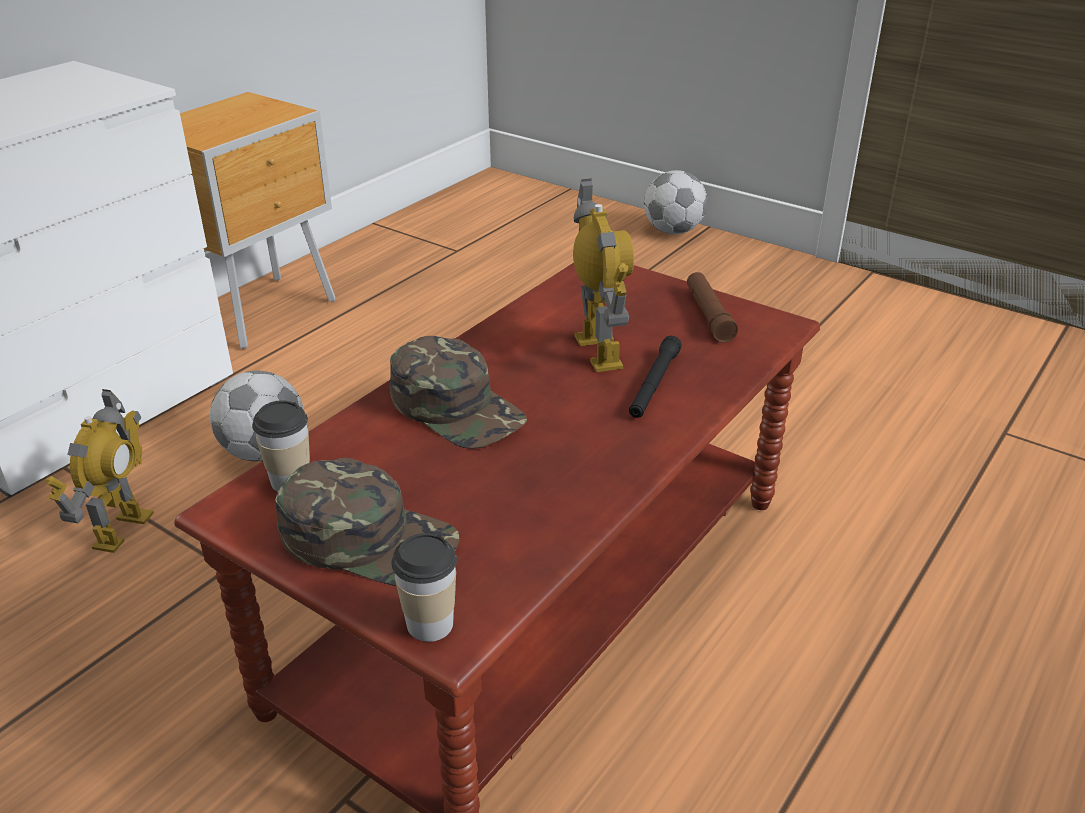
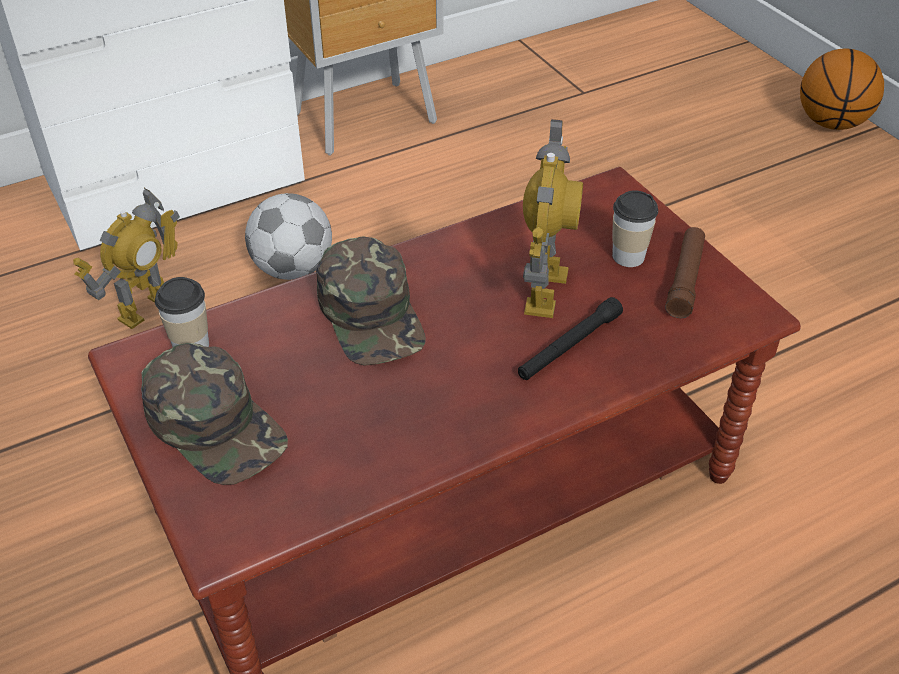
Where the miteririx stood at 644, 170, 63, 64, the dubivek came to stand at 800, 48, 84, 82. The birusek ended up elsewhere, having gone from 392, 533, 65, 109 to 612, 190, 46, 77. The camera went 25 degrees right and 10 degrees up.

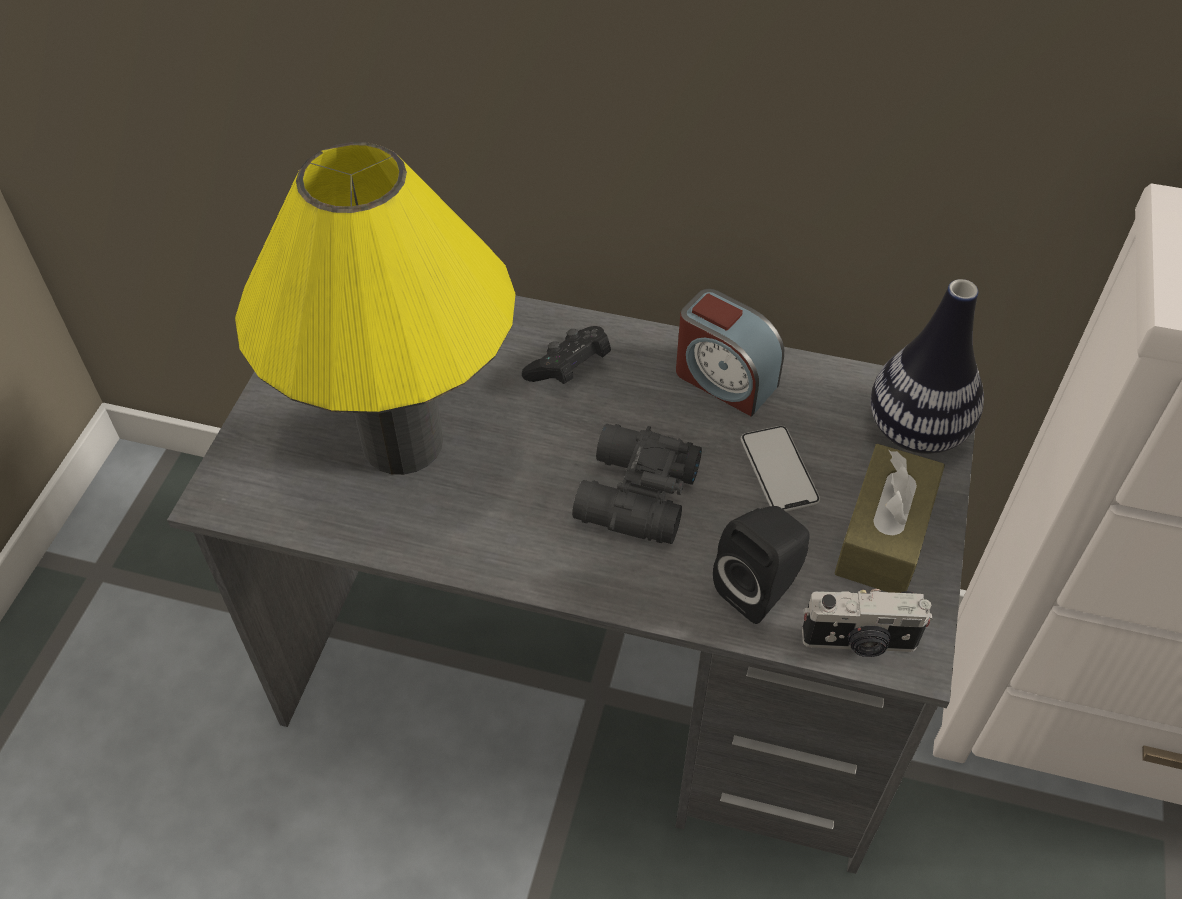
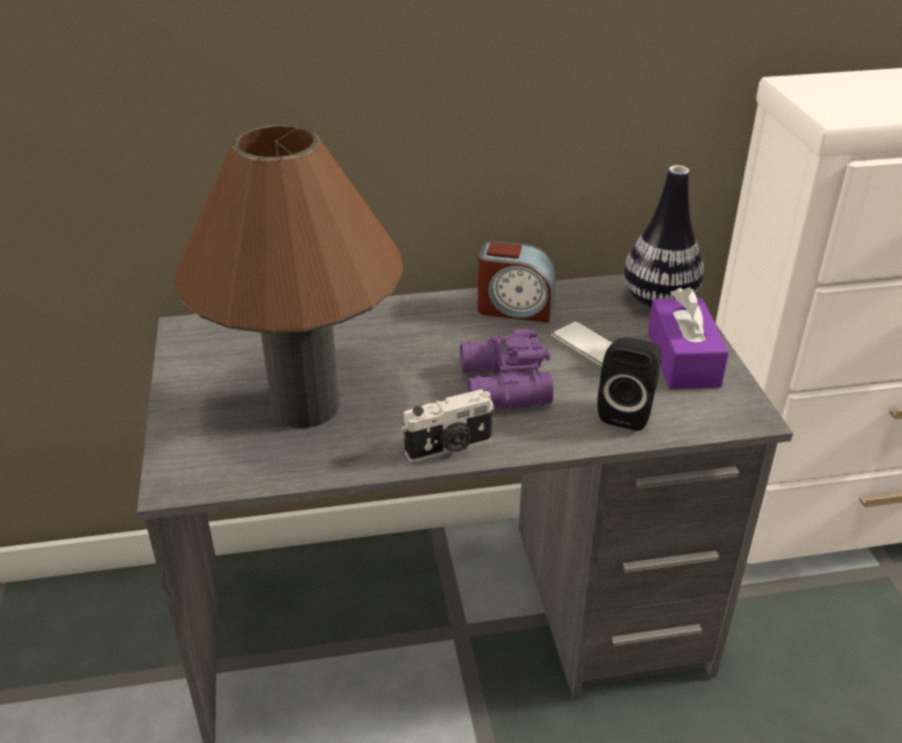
What was the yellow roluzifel at 235, 142, 281, 333 turned into the brown roluzifel at 174, 125, 229, 303. The second view lost the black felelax at 522, 326, 89, 58. What was the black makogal at 572, 424, 130, 120 turned into the purple makogal at 460, 329, 93, 80. What was the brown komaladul at 834, 444, 111, 149 turned into the purple komaladul at 648, 287, 81, 102. The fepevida ended up elsewhere, having gone from 802, 589, 131, 68 to 401, 389, 94, 73. The camera went 25 degrees left and 15 degrees down.

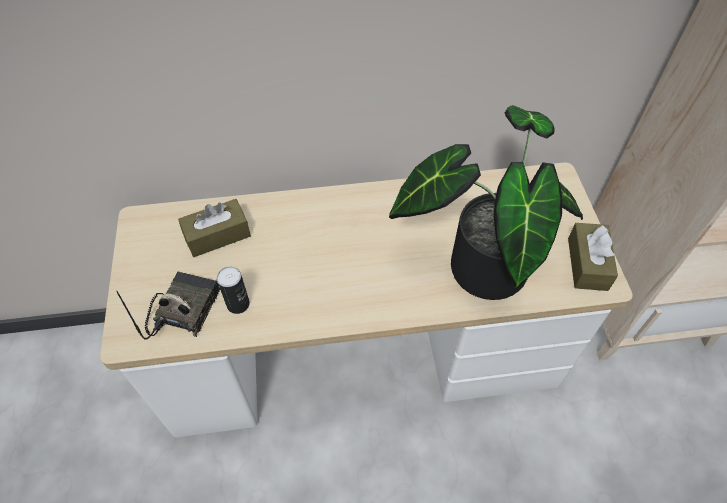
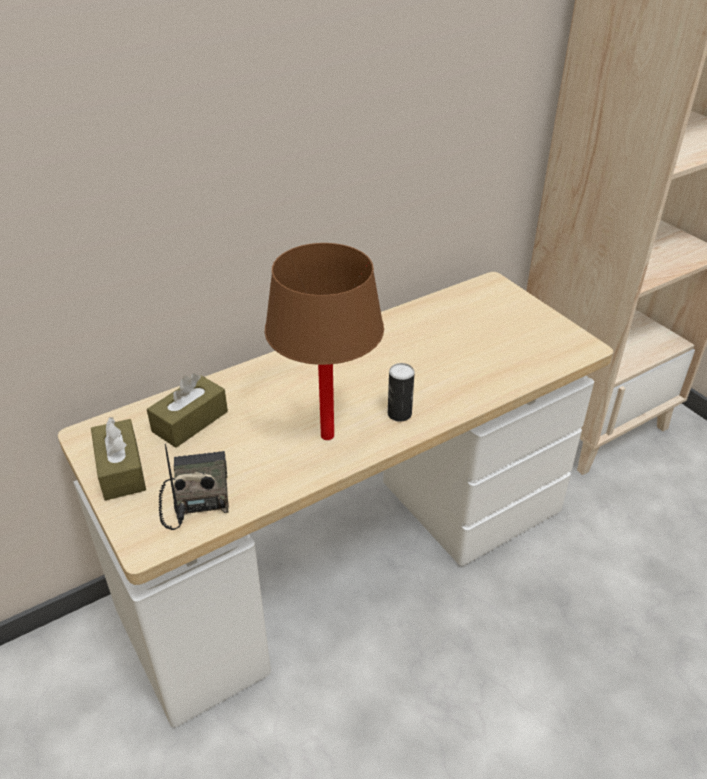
The second view lost the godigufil at 389, 105, 194, 195. The brown komaladul ended up elsewhere, having gone from 568, 223, 50, 68 to 91, 417, 55, 83. The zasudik ended up elsewhere, having gone from 217, 266, 33, 48 to 388, 363, 27, 59. The second view gained the brown roluzifel at 265, 243, 119, 197. The camera went 25 degrees left and 15 degrees down.

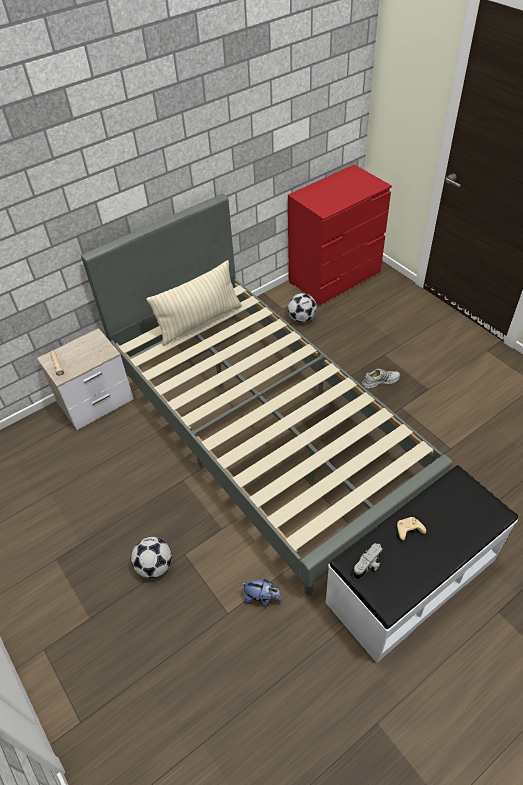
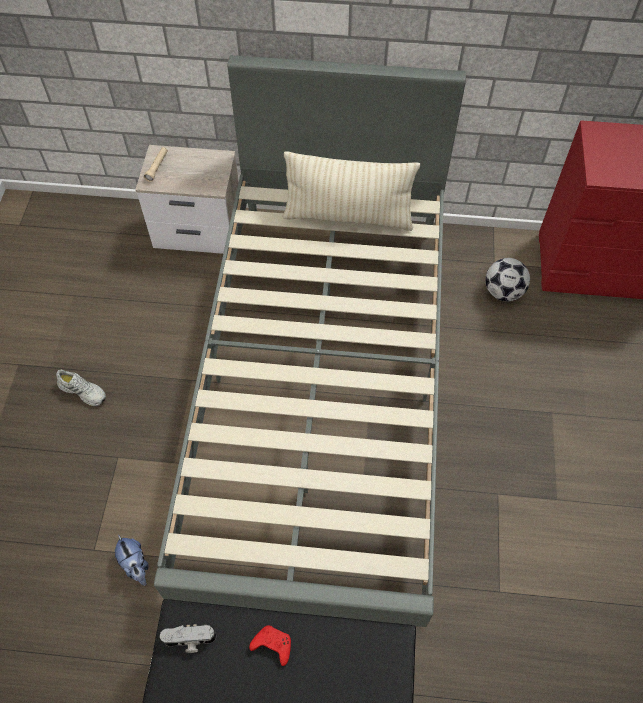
The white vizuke ended up elsewhere, having gone from 362, 369, 38, 20 to 56, 370, 50, 36. What was the beige felelax at 397, 517, 29, 23 turned into the red felelax at 249, 625, 42, 41. The second view lost the miteririx at 131, 537, 41, 41. The camera went 40 degrees right and 10 degrees up.

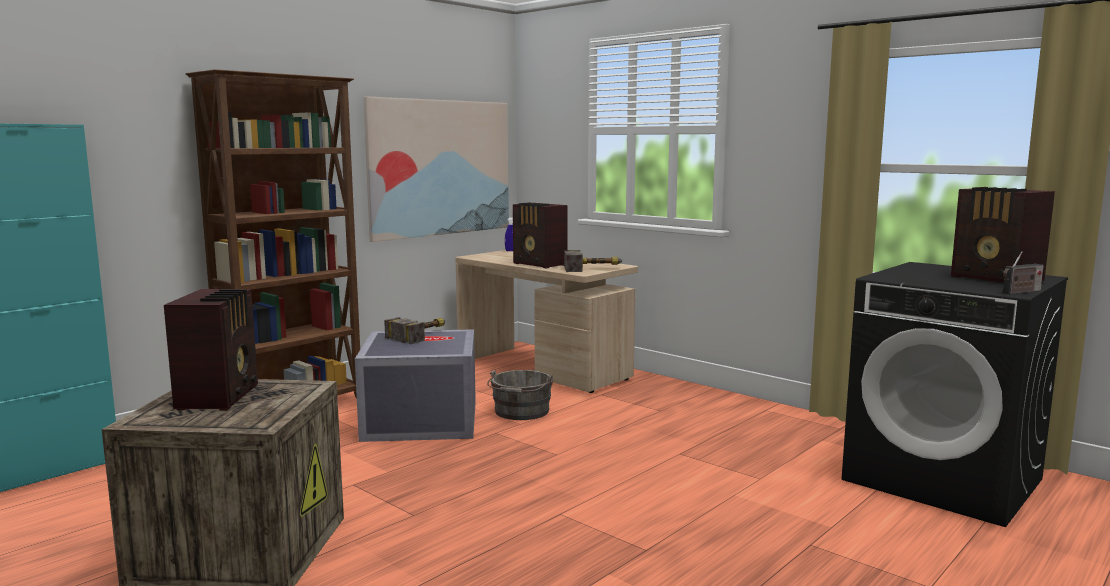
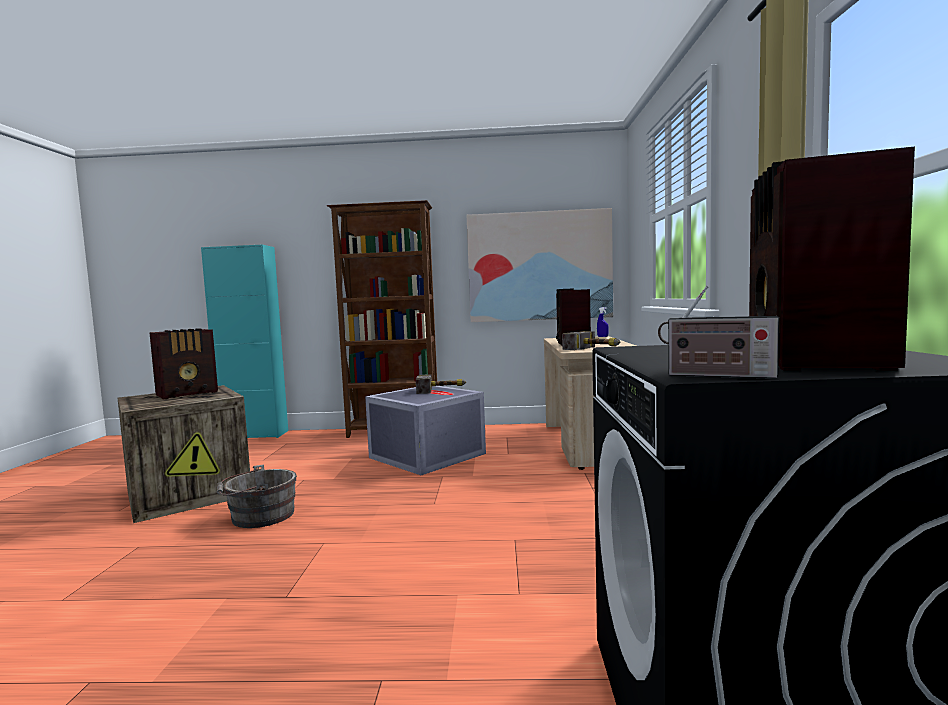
The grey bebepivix ended up elsewhere, having gone from 487, 370, 66, 50 to 217, 464, 80, 64. The camera went 50 degrees right and 5 degrees down.

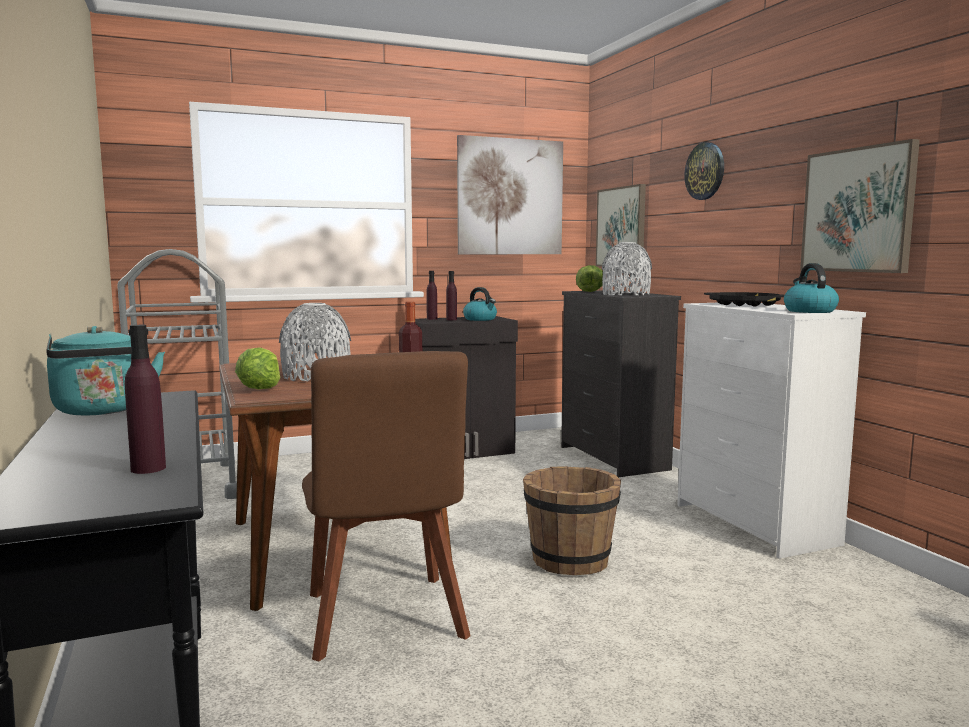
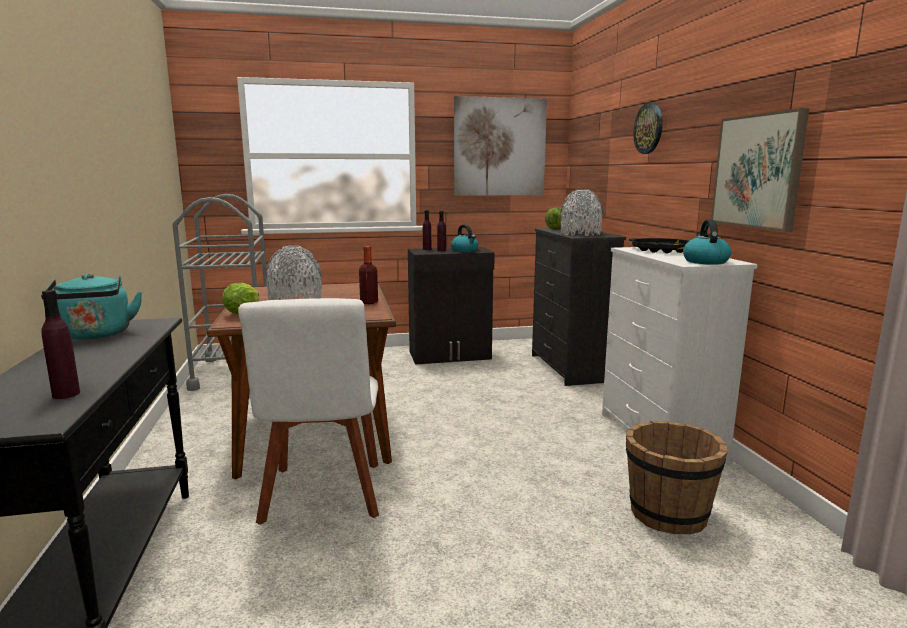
The second view lost the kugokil at 596, 184, 50, 82. What was the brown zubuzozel at 302, 351, 169, 311 turned into the white zubuzozel at 238, 298, 141, 227. The brown bebepivix ended up elsewhere, having gone from 523, 466, 98, 109 to 626, 421, 101, 114. The camera went 10 degrees right and 5 degrees up.

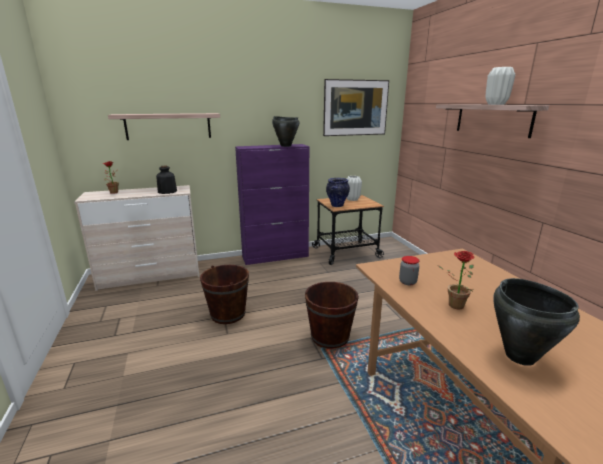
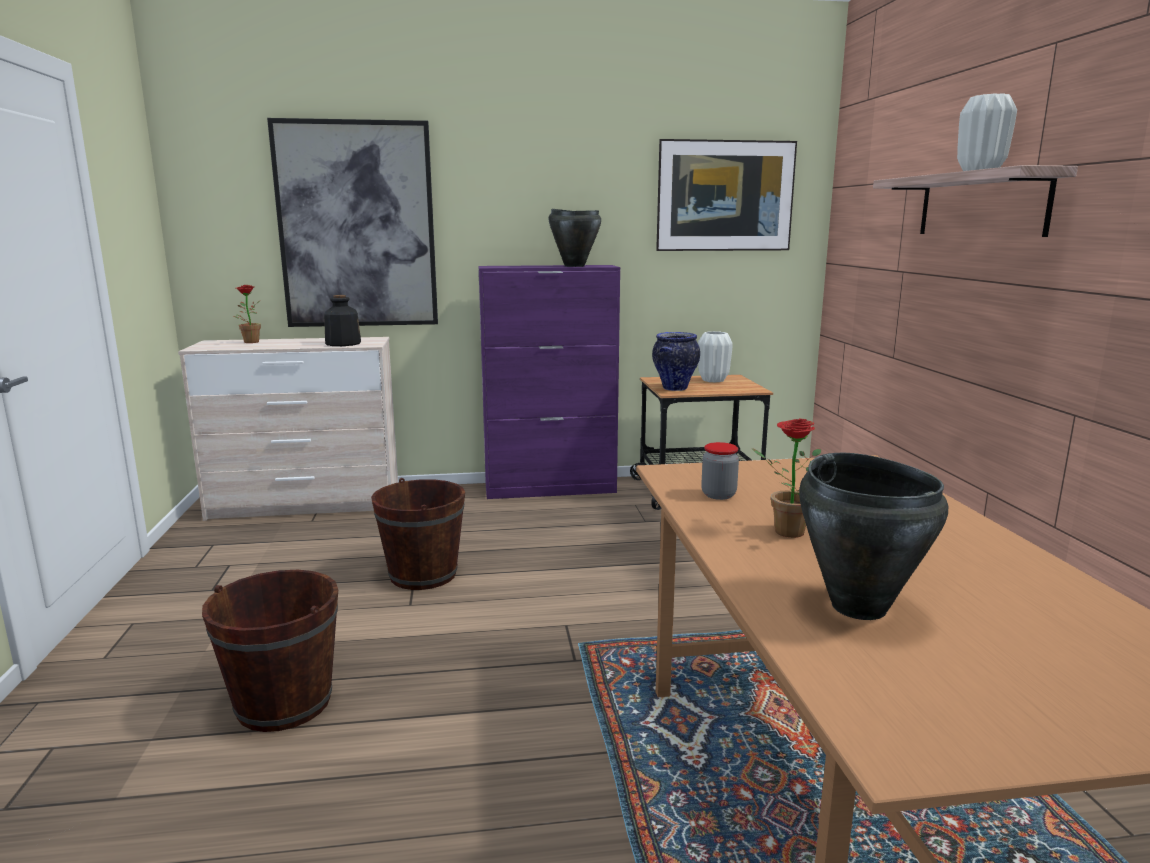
Where the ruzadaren hung at 108, 113, 112, 27, the kugokil came to hang at 267, 118, 171, 209. The brown bebepivix ended up elsewhere, having gone from 305, 282, 54, 66 to 202, 570, 136, 162. The camera went 10 degrees right and 5 degrees down.

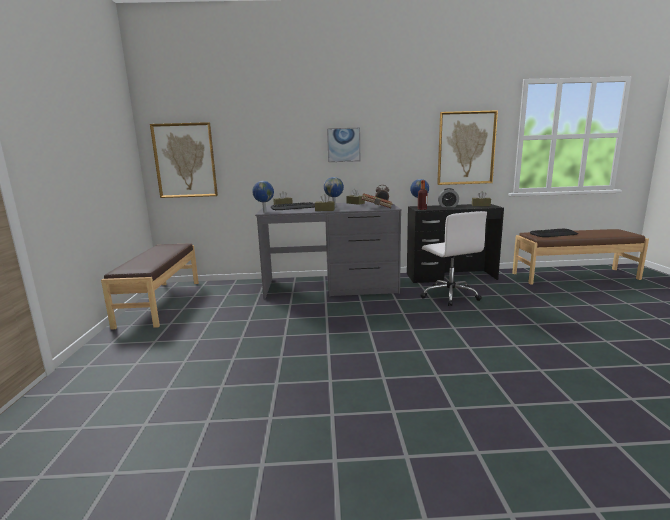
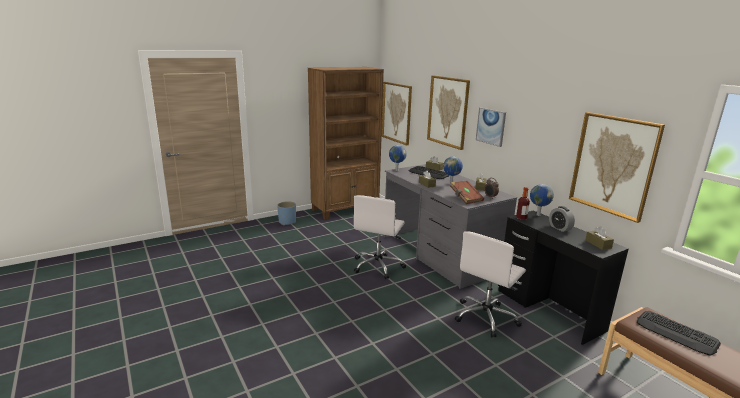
Where the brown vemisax stood at 101, 244, 98, 85, the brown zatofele came to stand at 308, 67, 76, 153. The second view gained the kugokil at 427, 76, 43, 74. The second view gained the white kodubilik at 354, 195, 52, 84. The second view gained the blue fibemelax at 277, 201, 19, 24. The camera went 60 degrees right and 5 degrees up.

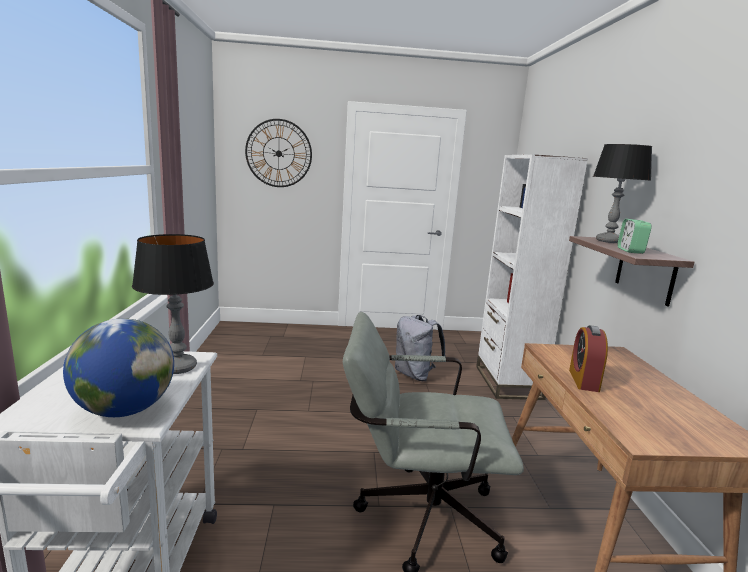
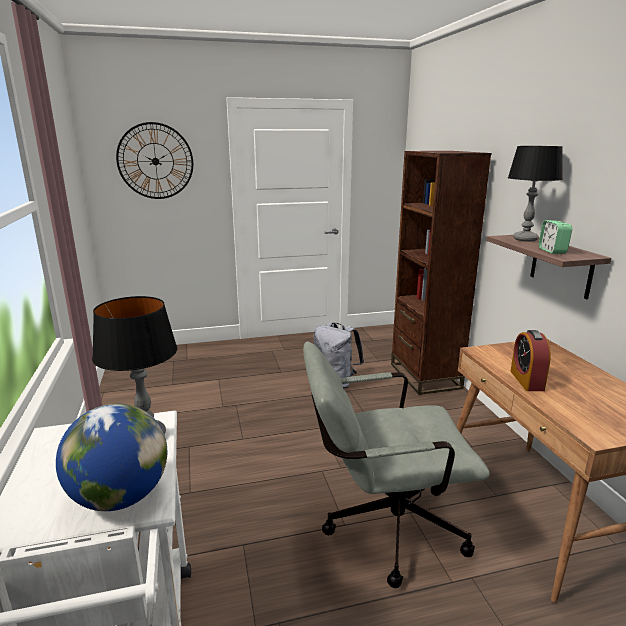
What was the white zatofele at 476, 154, 112, 246 turned into the brown zatofele at 391, 151, 101, 244. The camera went 10 degrees left and 5 degrees up.

